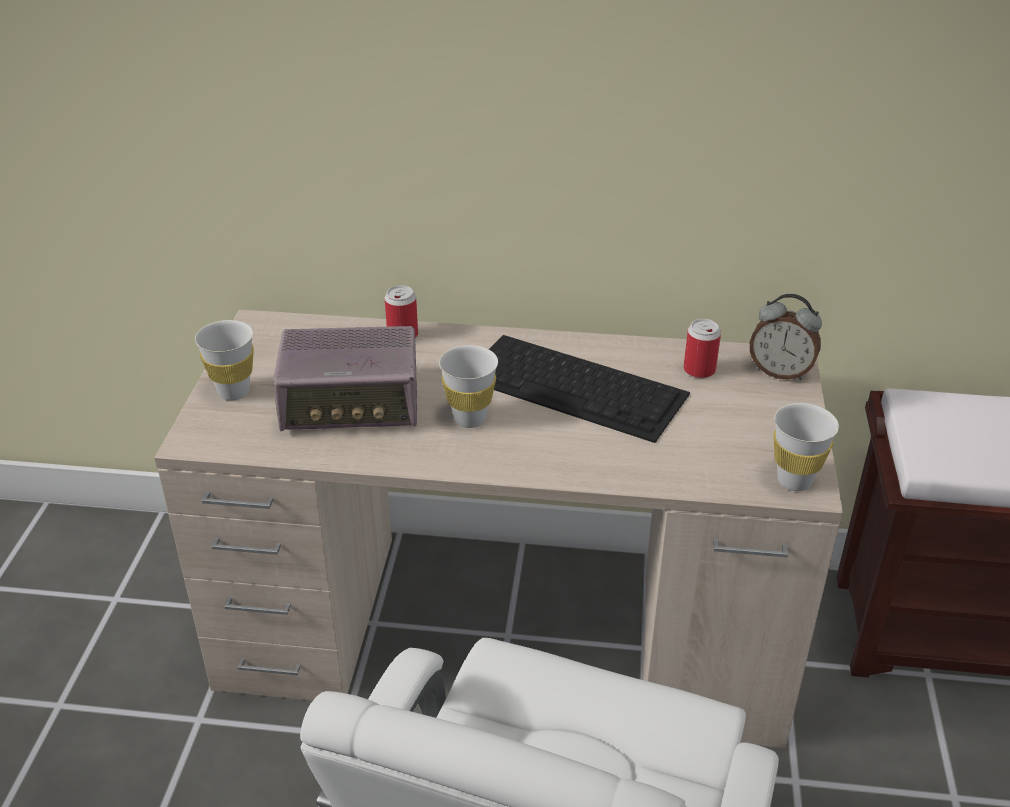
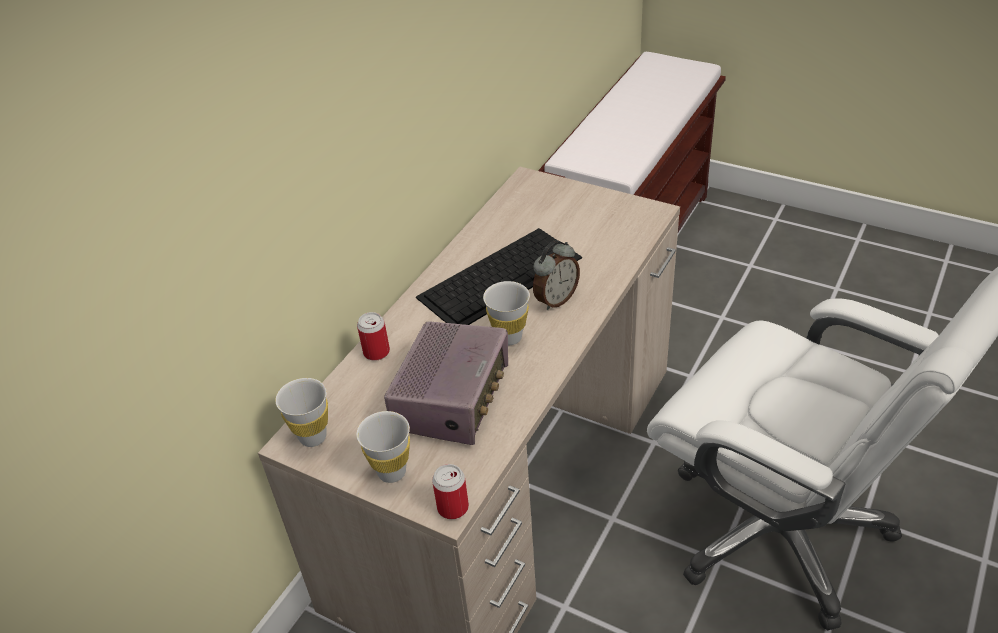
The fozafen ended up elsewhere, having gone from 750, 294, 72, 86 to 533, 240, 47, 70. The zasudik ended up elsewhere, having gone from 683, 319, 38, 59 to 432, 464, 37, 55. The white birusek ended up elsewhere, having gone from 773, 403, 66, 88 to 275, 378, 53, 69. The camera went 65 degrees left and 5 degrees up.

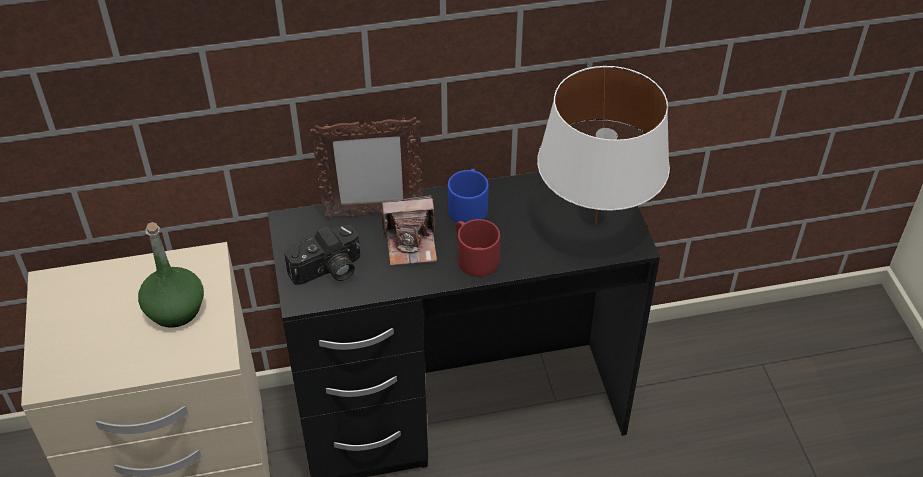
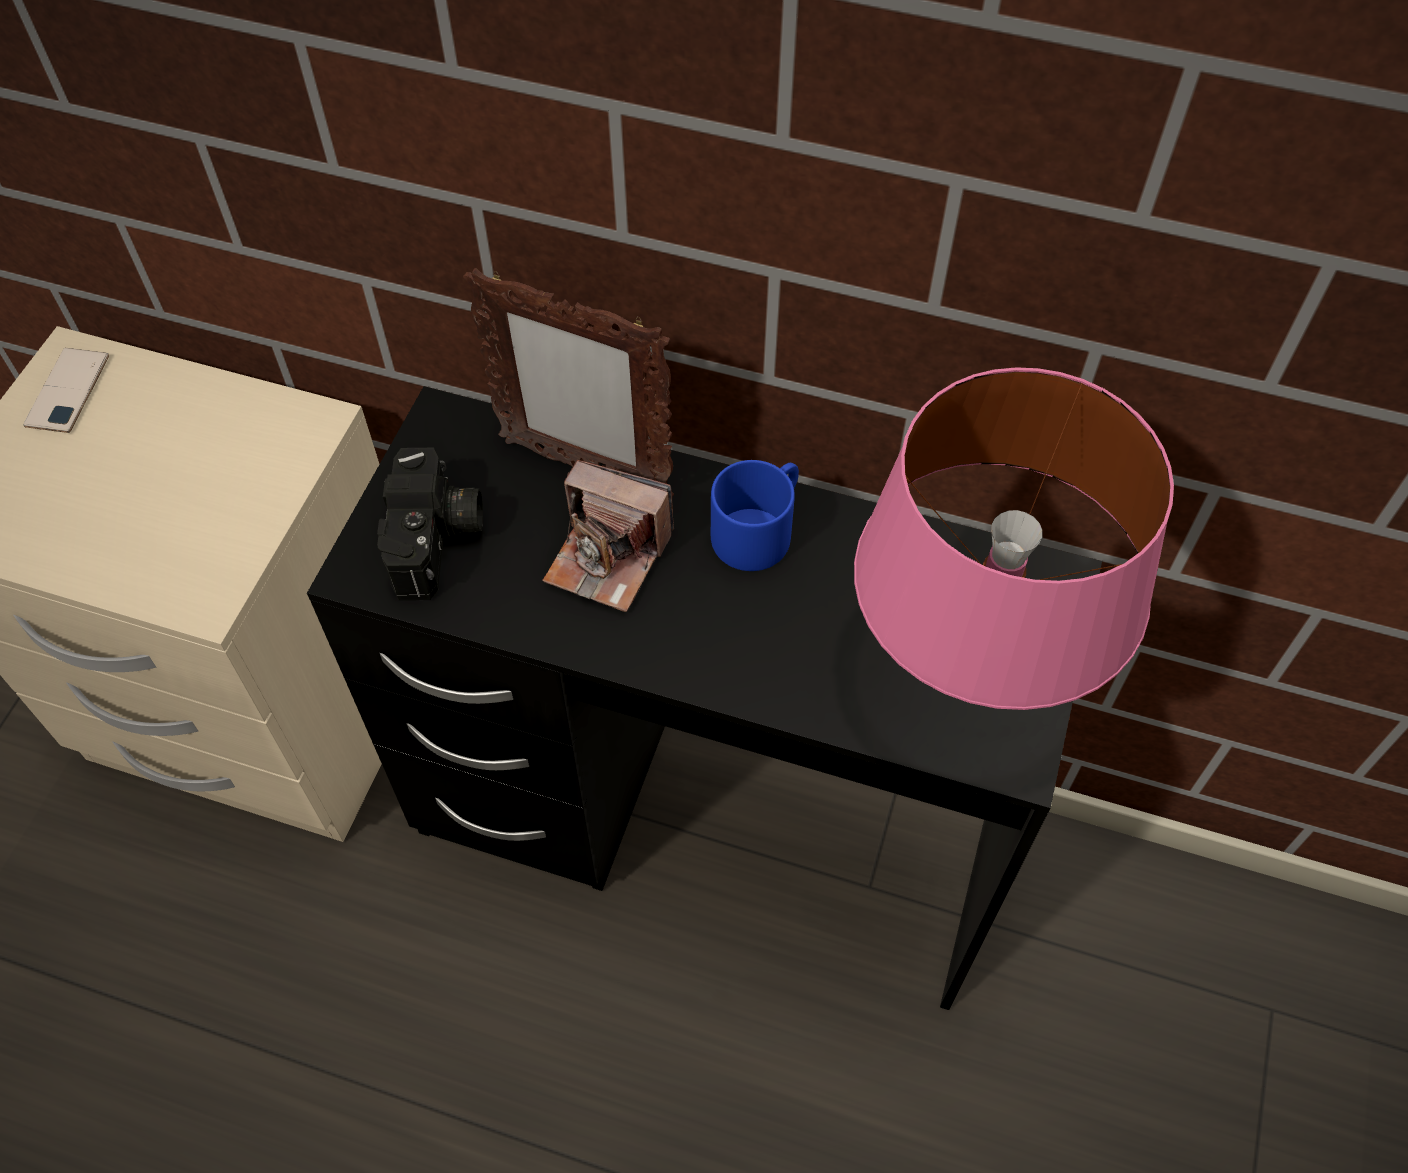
What was the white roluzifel at 537, 66, 133, 158 turned into the pink roluzifel at 854, 367, 320, 343. The second view lost the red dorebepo at 456, 219, 44, 58. The second view lost the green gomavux at 138, 222, 66, 106. The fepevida at 284, 225, 76, 60 ended up facing another way, 90 degrees counterclockwise from before. The second view gained the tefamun at 23, 348, 86, 85. The camera went 30 degrees right and 10 degrees up.

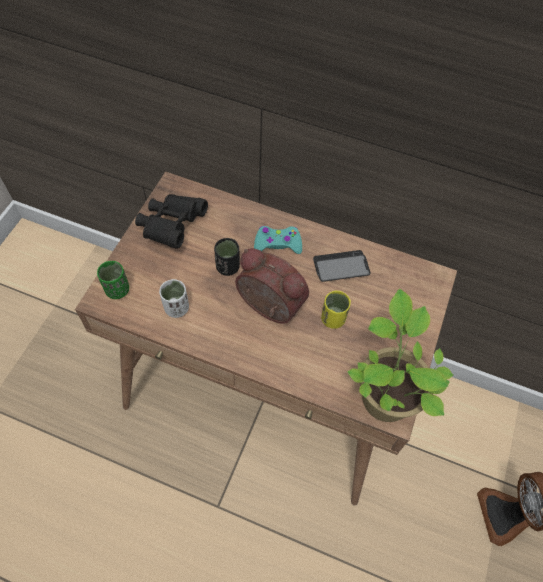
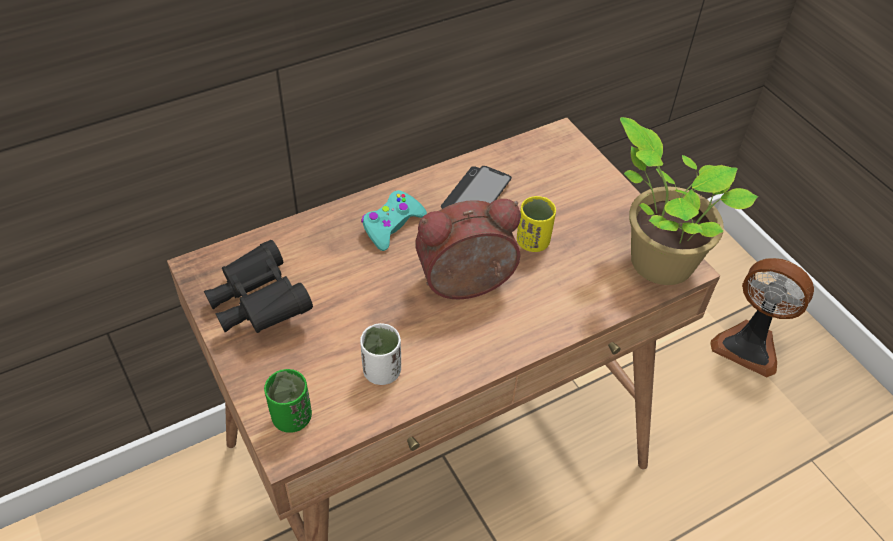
The second view lost the black birusek at 214, 238, 26, 38. The camera went 50 degrees left and 10 degrees down.

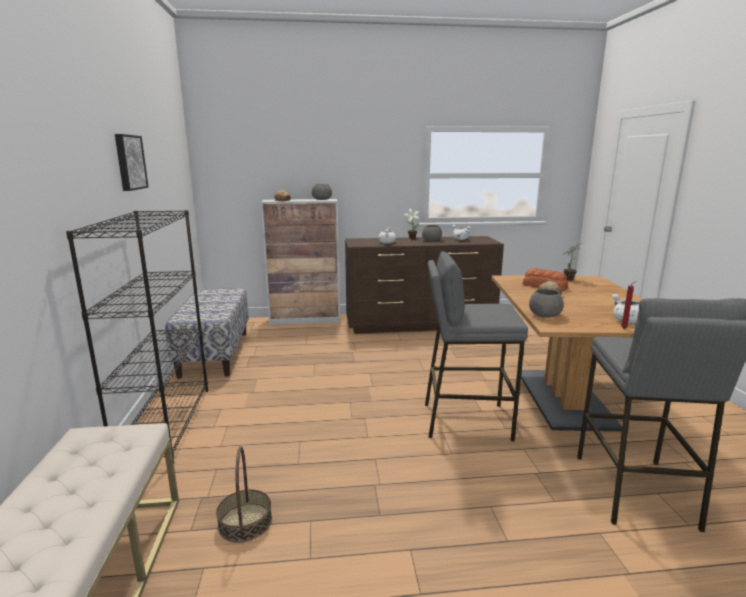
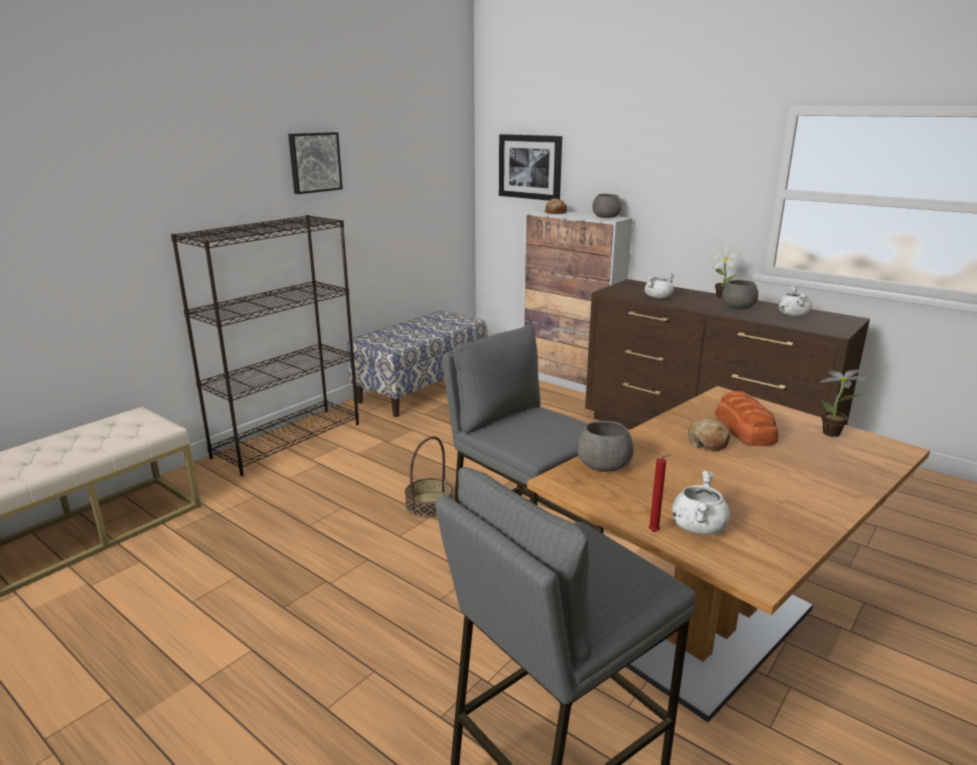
The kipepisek ended up elsewhere, having gone from 216, 446, 56, 97 to 405, 436, 48, 82. The second view gained the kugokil at 499, 134, 63, 67. The camera went 45 degrees right and 5 degrees up.

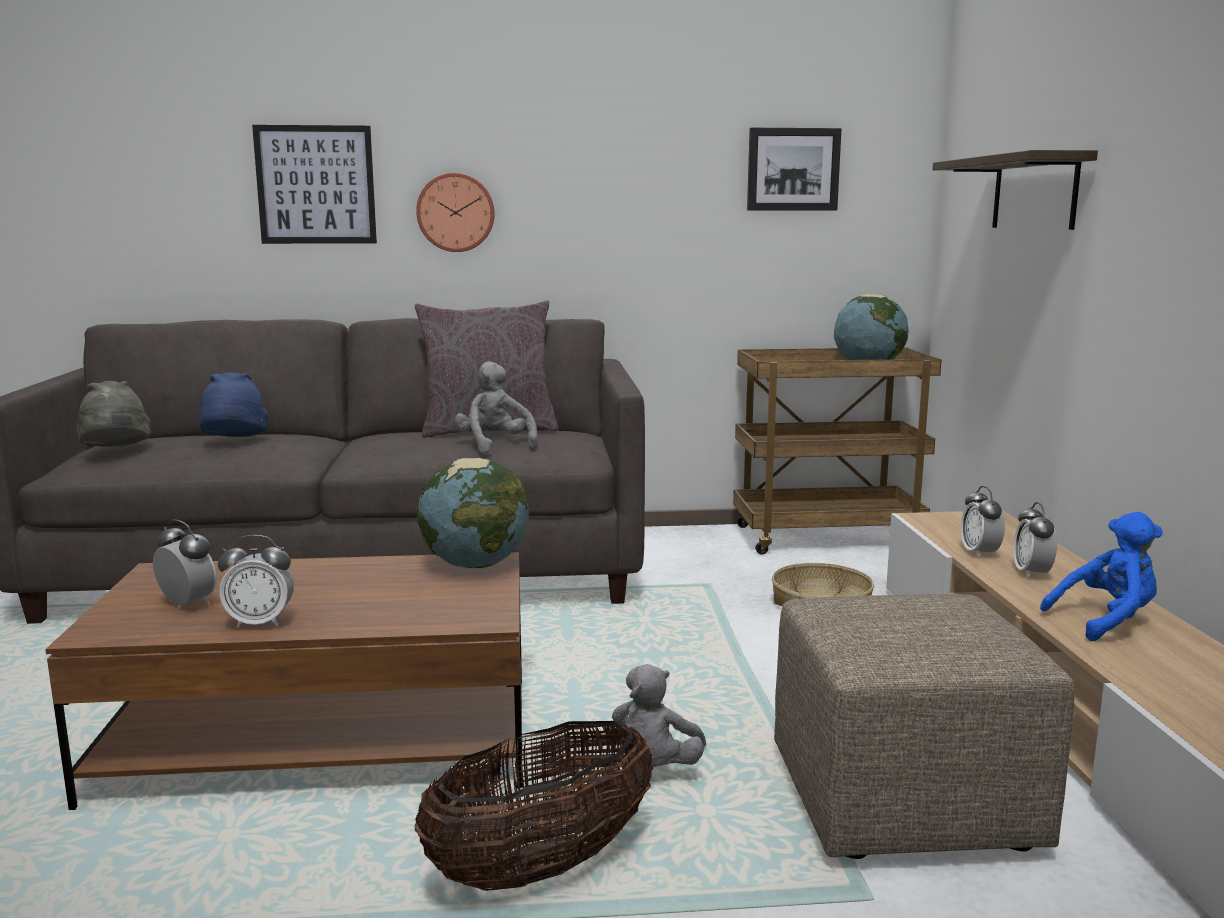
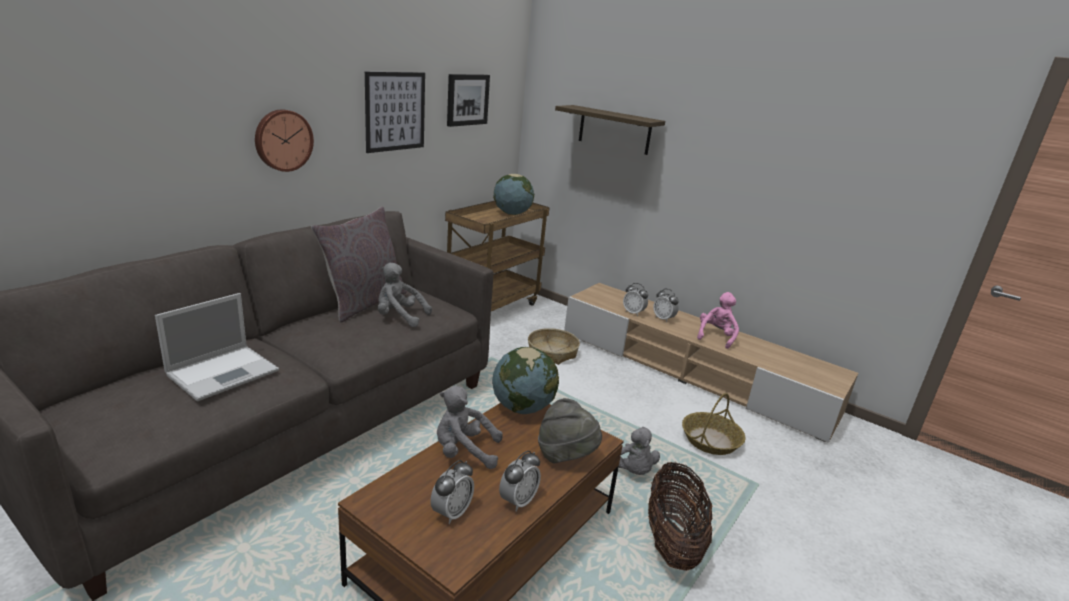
The kugokil ended up elsewhere, having gone from 252, 125, 125, 119 to 365, 72, 60, 81. Where the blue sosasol stood at 199, 372, 70, 65, the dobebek came to stand at 155, 293, 124, 108. The grey sosasol ended up elsewhere, having gone from 76, 381, 75, 66 to 538, 398, 64, 65. What was the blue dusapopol at 1040, 512, 123, 129 turned into the pink dusapopol at 697, 292, 42, 57. The fozafen at 153, 520, 64, 87 ended up facing another way, 135 degrees clockwise from before. Where the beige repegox stood at 774, 594, 301, 265, the kipepisek came to stand at 682, 393, 64, 62. The second view gained the grey dusapopol at 437, 386, 66, 83. The camera went 50 degrees left and 10 degrees up.

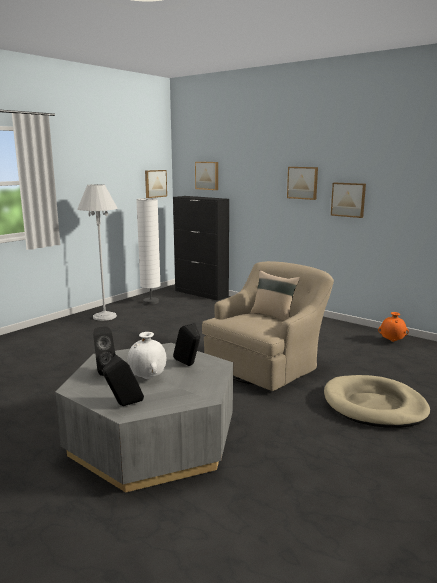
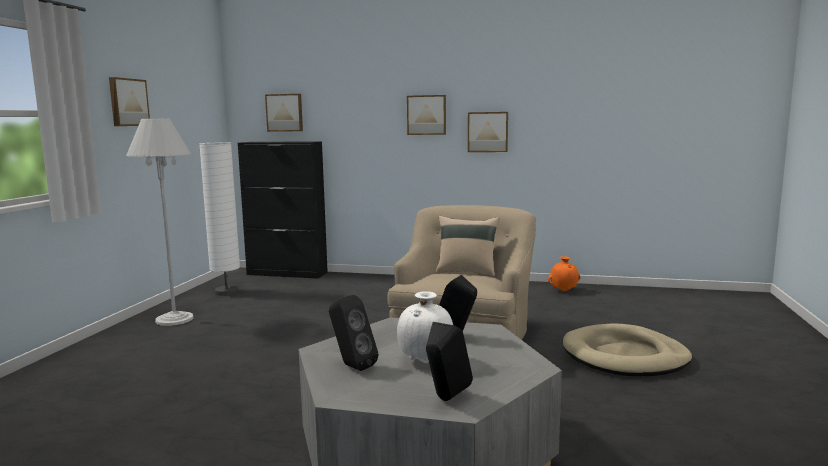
The kugokil ended up elsewhere, having gone from 145, 170, 22, 28 to 109, 77, 41, 49. The camera went 25 degrees left and 5 degrees down.

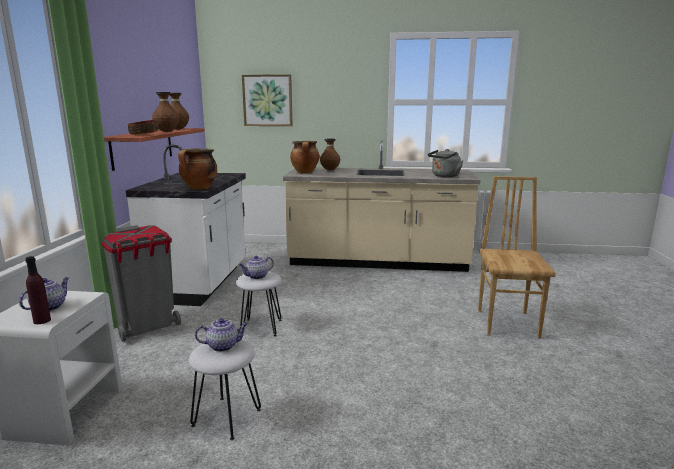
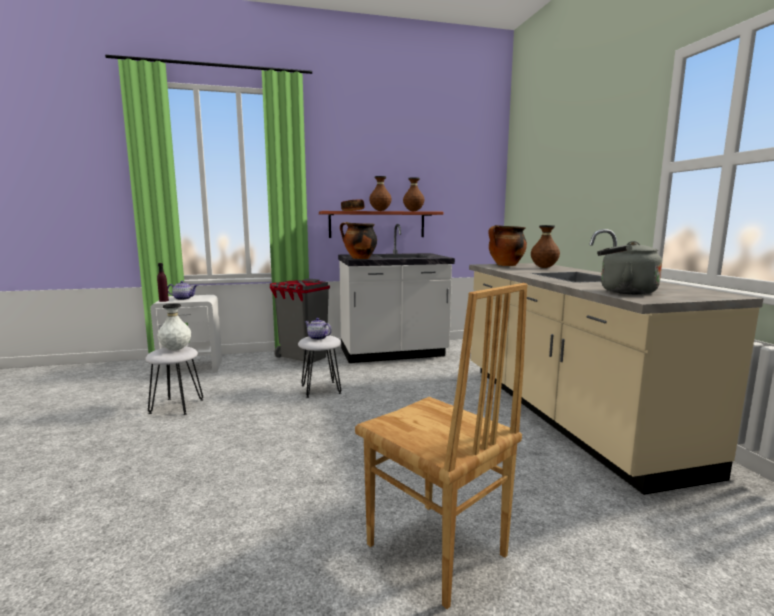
The second view lost the kugokil at 242, 74, 51, 52. The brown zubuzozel at 478, 176, 78, 163 ended up facing another way, 60 degrees clockwise from before. Where the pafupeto stood at 195, 318, 53, 34, the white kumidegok came to stand at 157, 304, 34, 47. The camera went 70 degrees right and 5 degrees down.

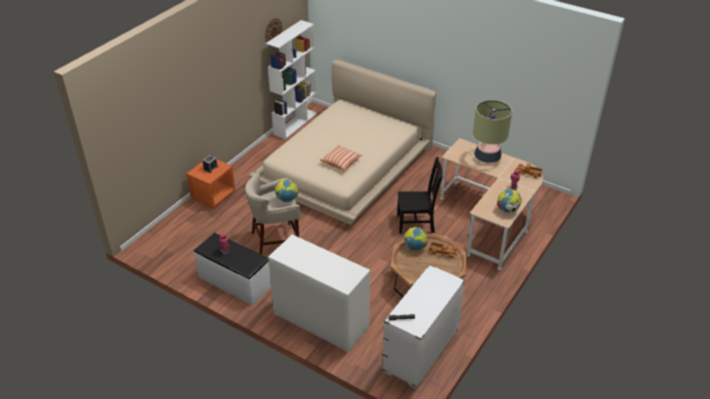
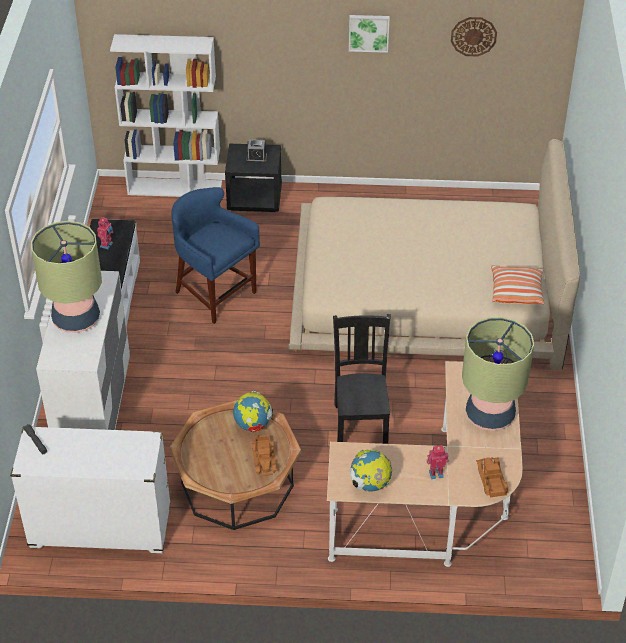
The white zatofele ended up elsewhere, having gone from 266, 20, 51, 119 to 110, 34, 112, 163. The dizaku ended up elsewhere, having gone from 320, 145, 42, 25 to 491, 265, 53, 39. The black zubuzozel at 397, 157, 46, 77 ended up facing another way, 150 degrees counterclockwise from before. What was the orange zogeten at 187, 160, 49, 49 turned into the black zogeten at 225, 144, 57, 68. What was the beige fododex at 245, 173, 56, 81 turned into the blue fododex at 171, 187, 89, 137. The second view lost the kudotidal at 275, 179, 23, 23. The second view gained the kugokil at 349, 15, 41, 38. The second view gained the roluzifel at 31, 221, 71, 112. The camera went 60 degrees right and 5 degrees up.

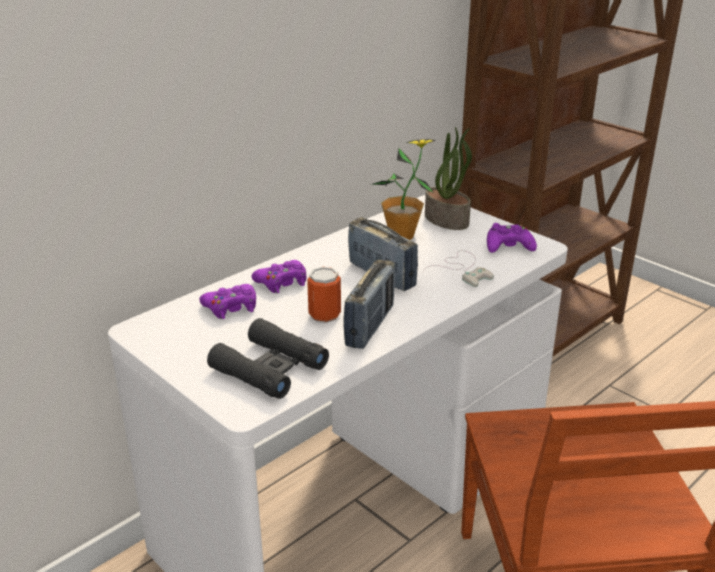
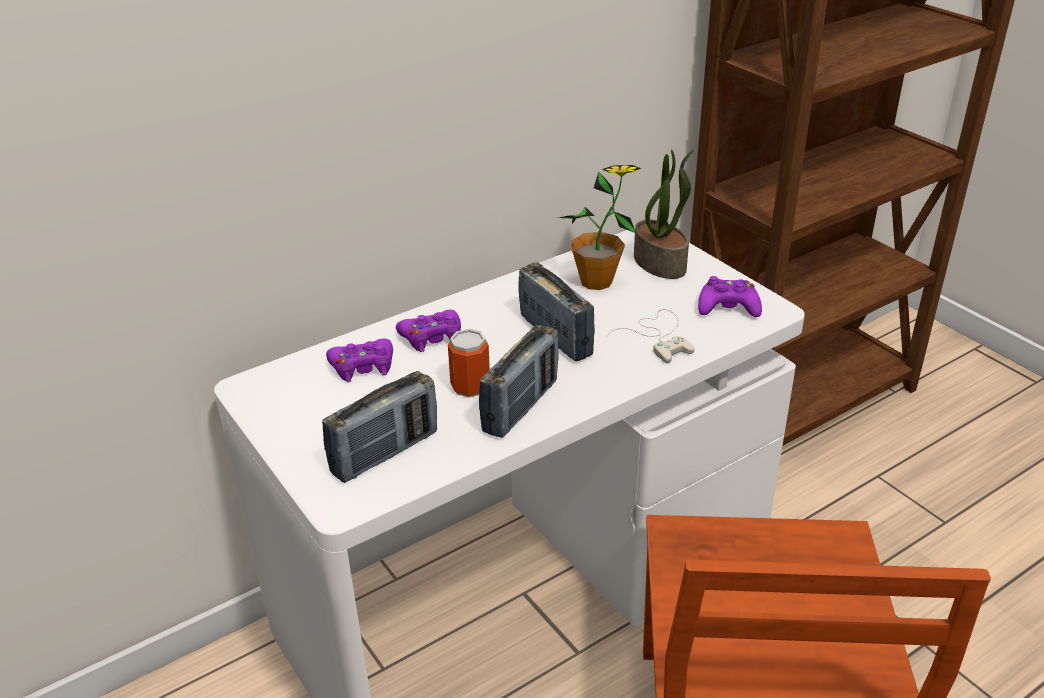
Where the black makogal stood at 207, 318, 122, 81, the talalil came to stand at 322, 371, 115, 112. The camera went 10 degrees right and 5 degrees up.

